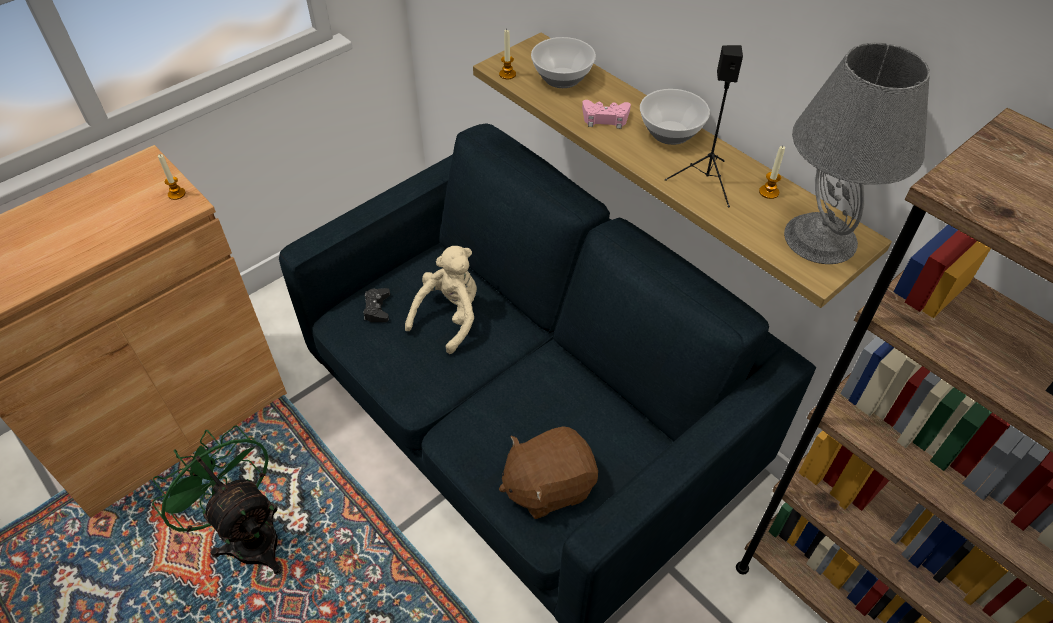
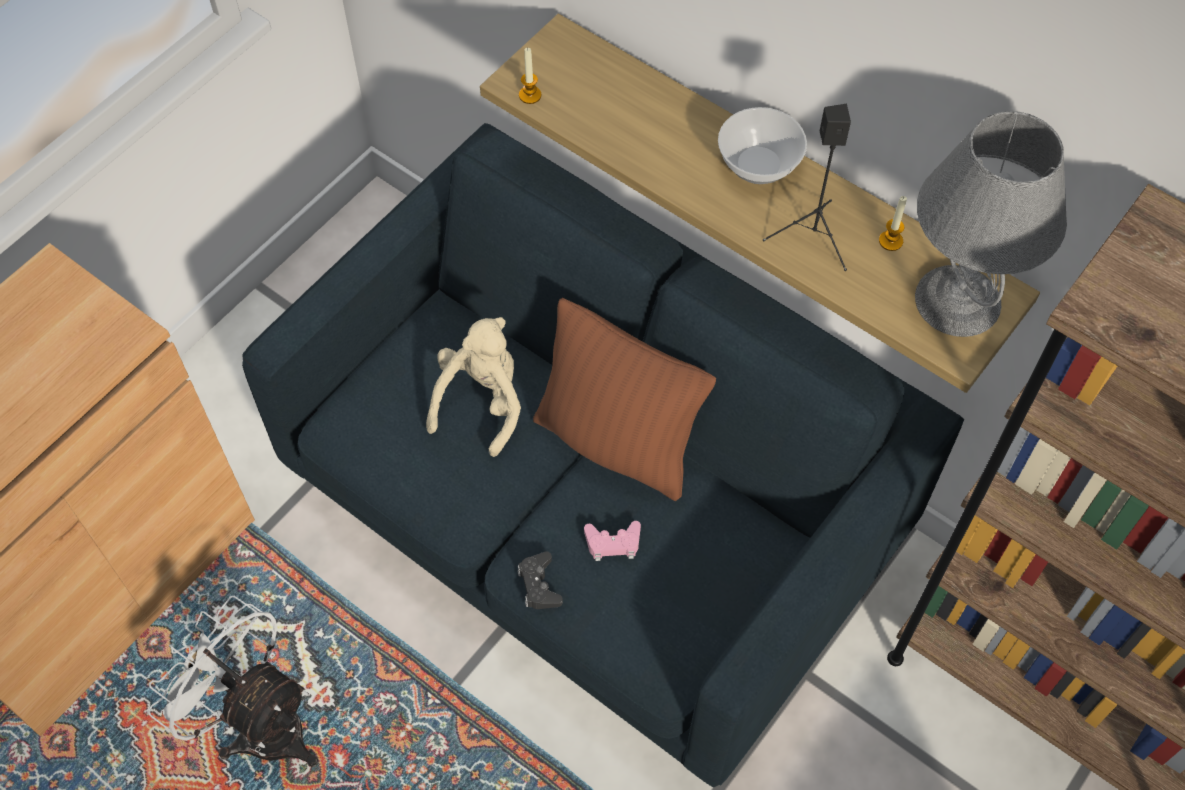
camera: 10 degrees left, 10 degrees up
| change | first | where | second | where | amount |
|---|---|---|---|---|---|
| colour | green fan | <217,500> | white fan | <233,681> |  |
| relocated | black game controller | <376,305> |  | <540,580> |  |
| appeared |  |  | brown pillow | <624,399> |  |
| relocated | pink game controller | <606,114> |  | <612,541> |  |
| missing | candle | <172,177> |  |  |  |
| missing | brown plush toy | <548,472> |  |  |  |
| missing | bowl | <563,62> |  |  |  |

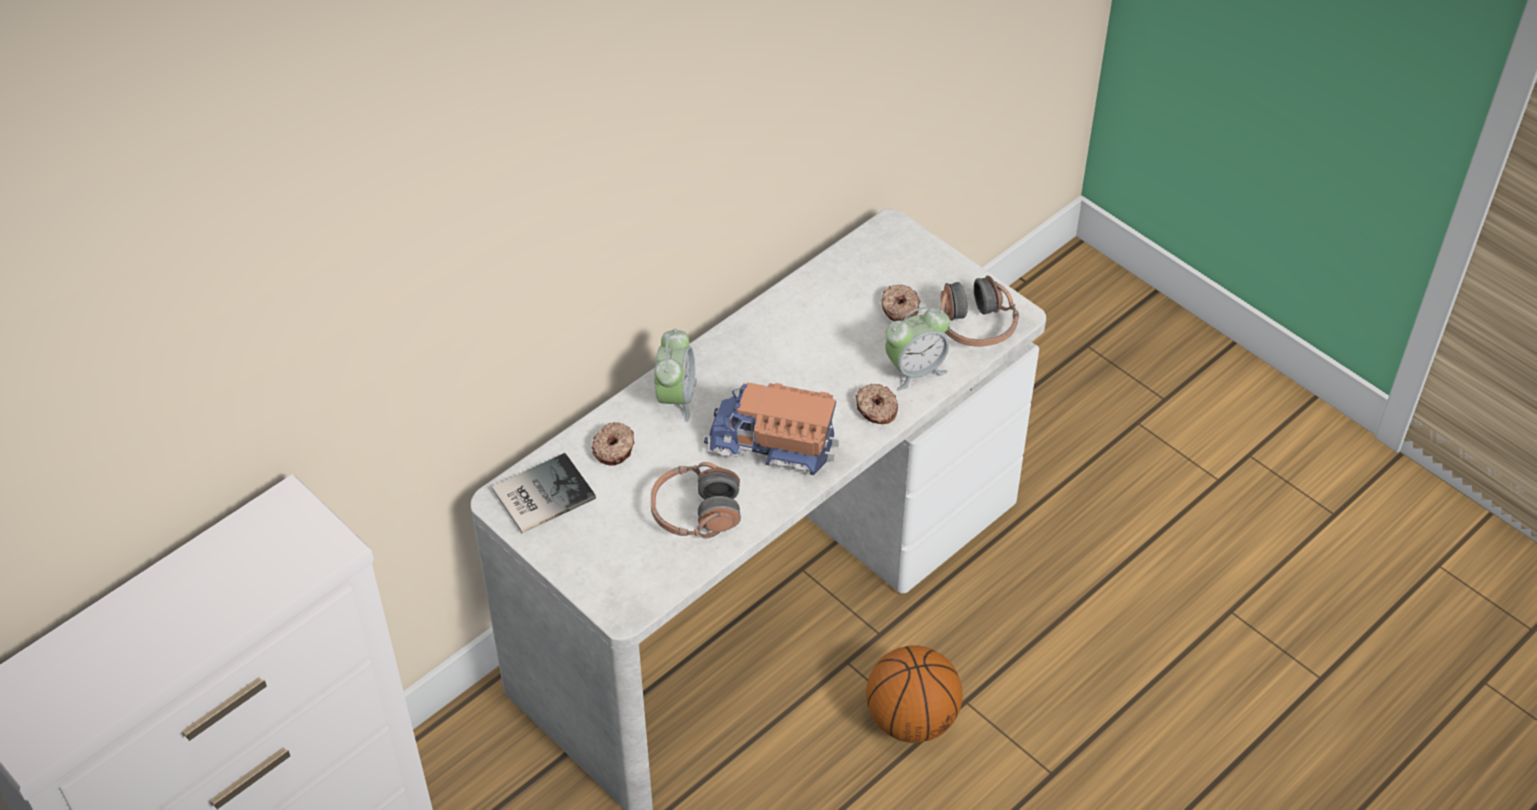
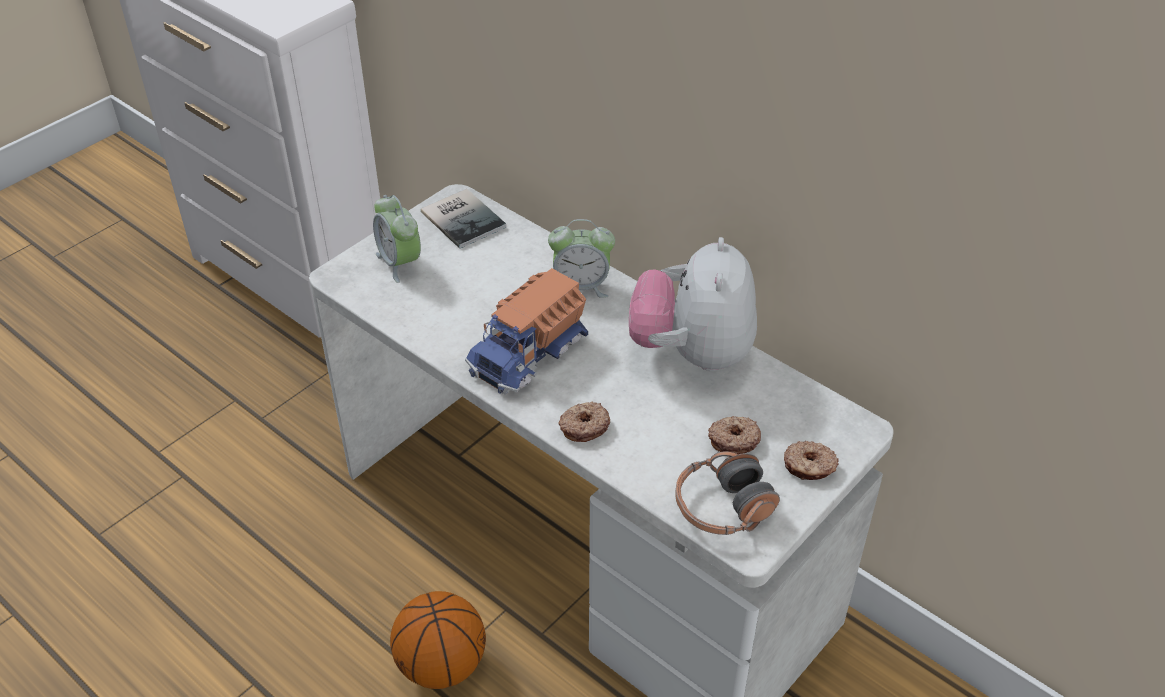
camera: 85 degrees right, 5 degrees down
| change | first | where | second | where | amount |
|---|---|---|---|---|---|
| relocated | alarm clock | <917,349> |  | <397,239> |  |
| spun | toy truck | <771,428> |  | <526,331> | 150 degrees counterclockwise |
| appeared |  |  | plush toy | <693,304> |  |
| relocated | donut | <612,443> |  | <811,460> |  |
| missing | headphones | <696,500> |  |  |  |

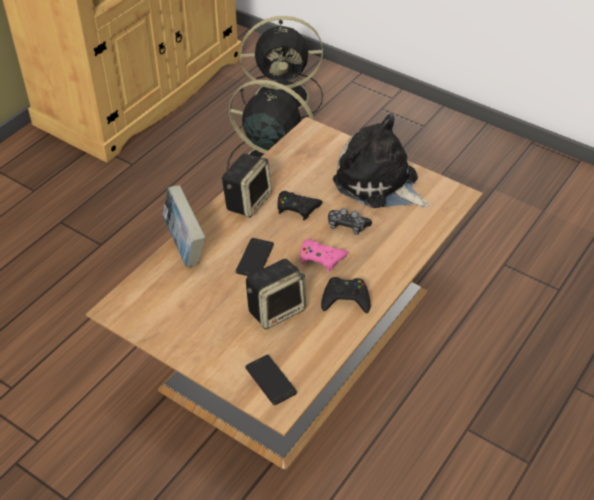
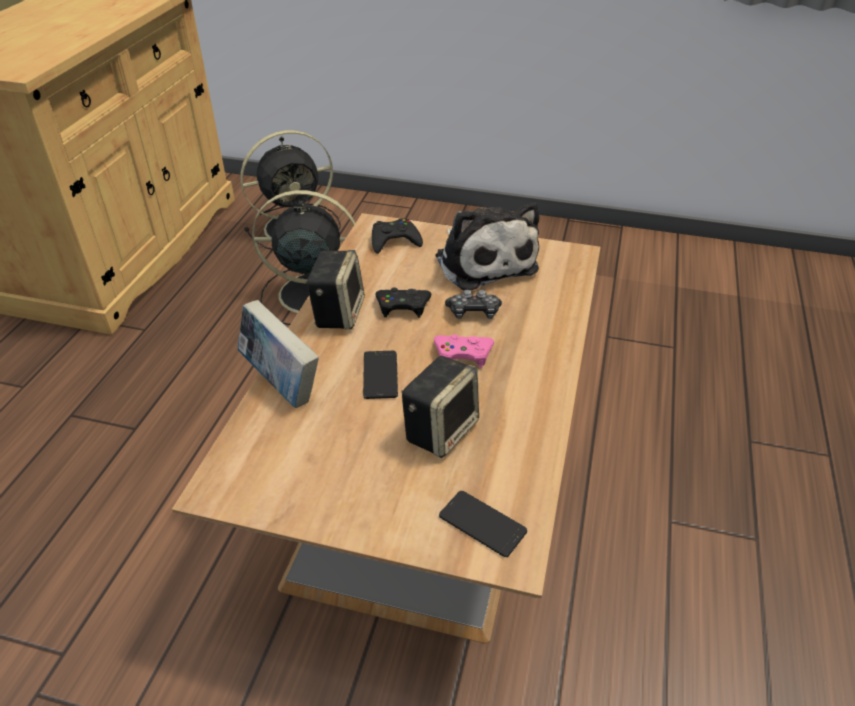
camera: 20 degrees left, 5 degrees down
| change | first | where | second | where | amount |
|---|---|---|---|---|---|
| relocated | black game controller | <346,295> |  | <397,236> |  |
| spun | plush toy | <381,161> |  | <487,246> | 135 degrees counterclockwise |

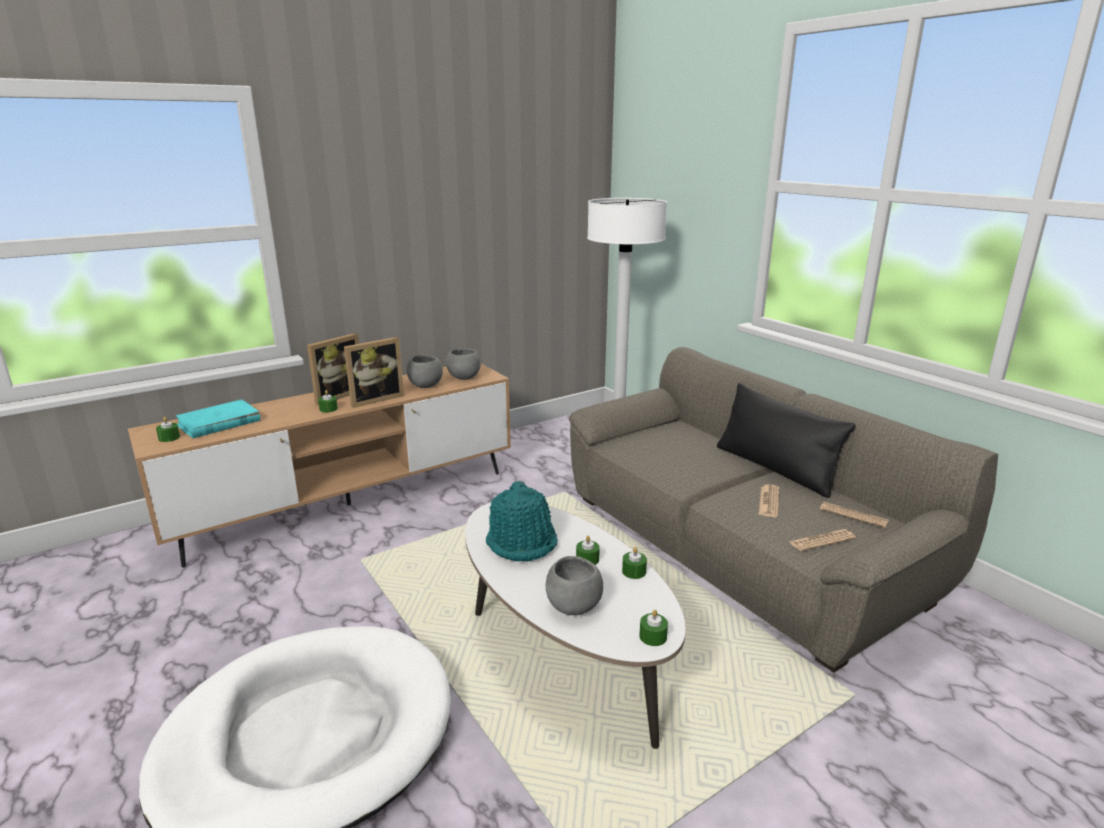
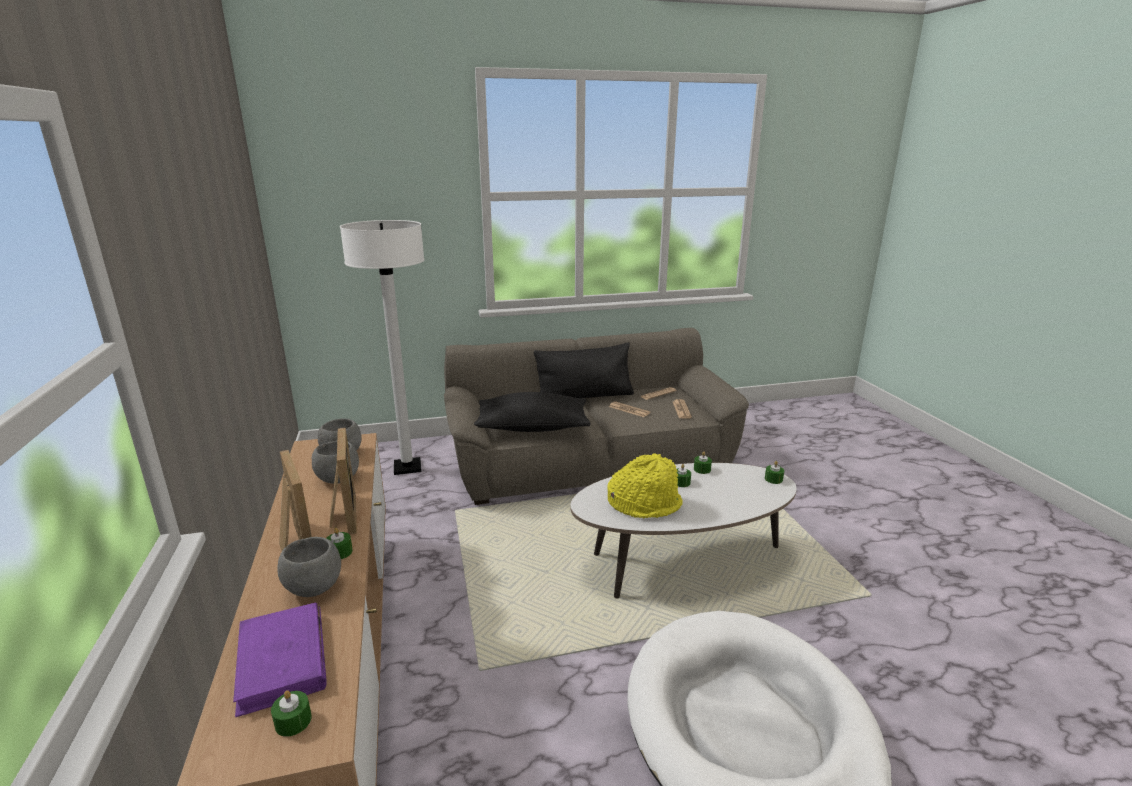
camera: 70 degrees left, 0 degrees up
| change | first | where | second | where | amount |
|---|---|---|---|---|---|
| colour | turquoise book | <218,418> | purple book | <280,659> |  |
| relocated | grey bowl | <574,585> |  | <309,567> |  |
| appeared |  |  | black pillow | <532,412> |  |
| colour | turquoise hat | <522,521> | yellow hat | <645,485> |  |

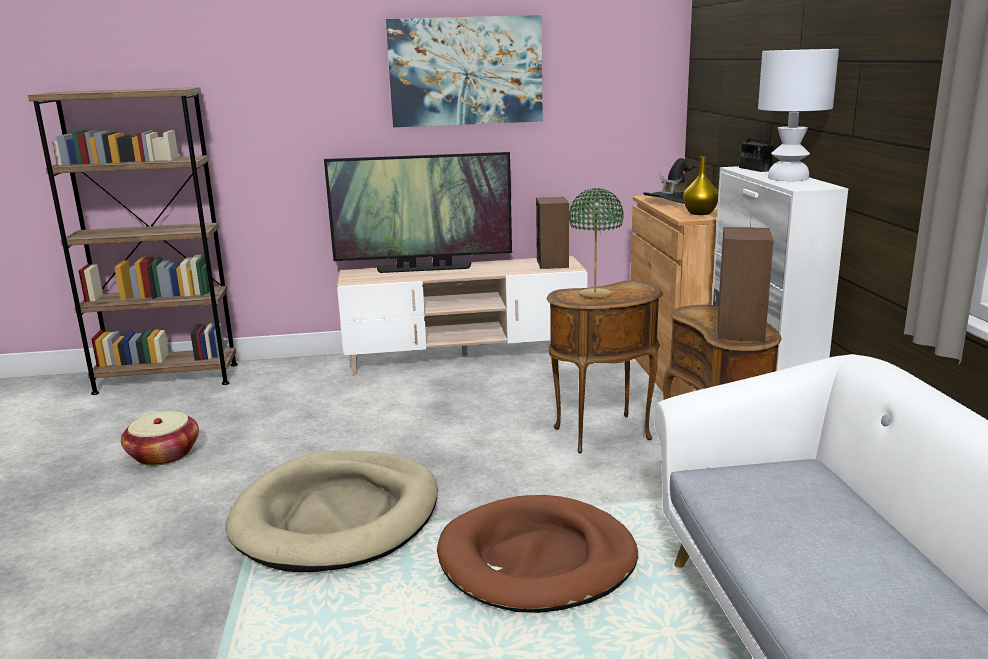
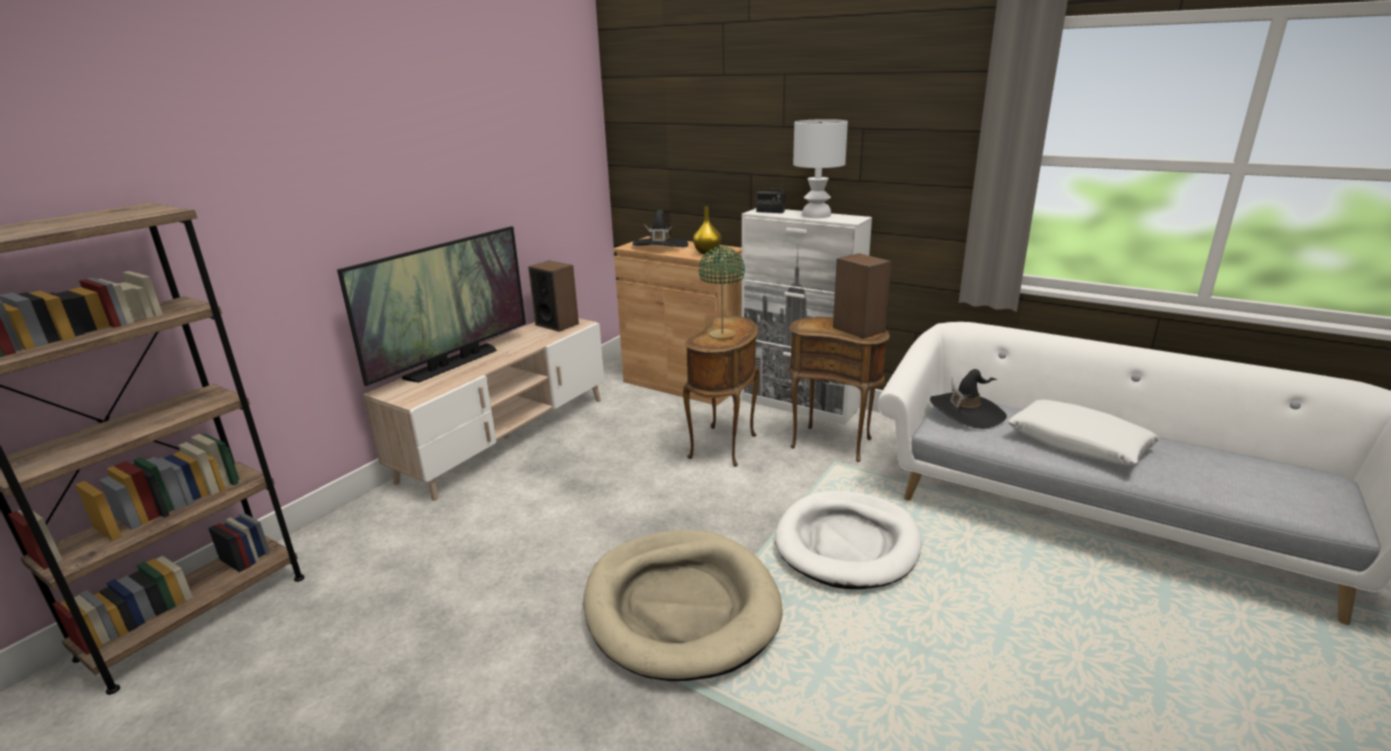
camera: 50 degrees left, 5 degrees up
| change | first | where | second | where | amount |
|---|---|---|---|---|---|
| colour | brown dog bed | <537,554> | white dog bed | <848,540> |  |
| appeared |  |  | black hat | <968,399> |  |
| appeared |  |  | white pillow | <1084,433> |  |
| missing | basket | <160,438> |  |  |  |
| missing | picture | <464,71> |  |  |  |

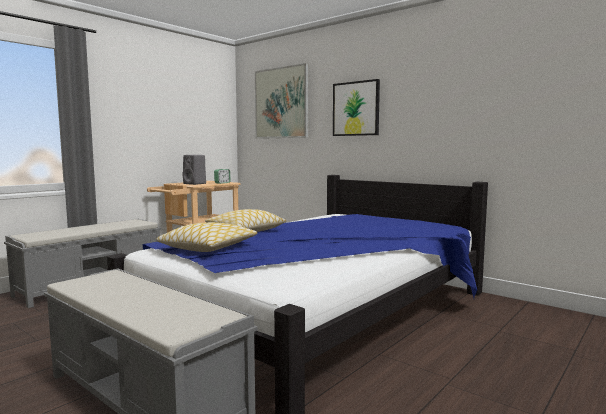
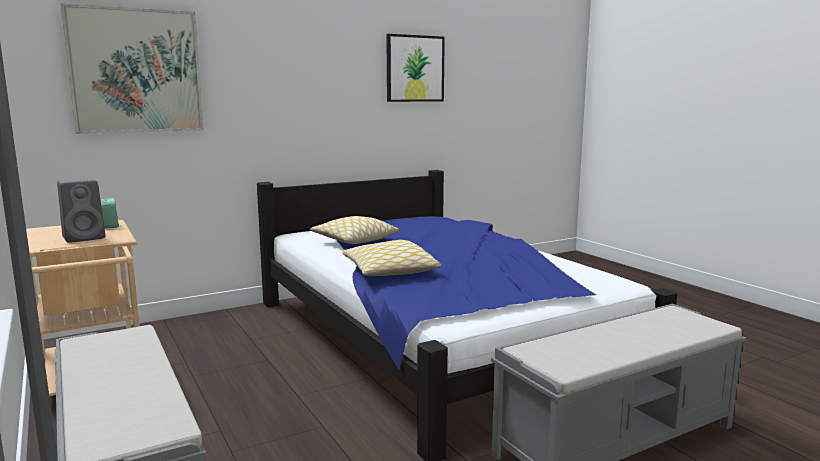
camera: 70 degrees left, 5 degrees up
| change | first | where | second | where | amount |
|---|---|---|---|---|---|
| relocated | pillow | <206,237> |  | <354,230> |  |
| relocated | picture | <356,107> |  | <415,68> |  |

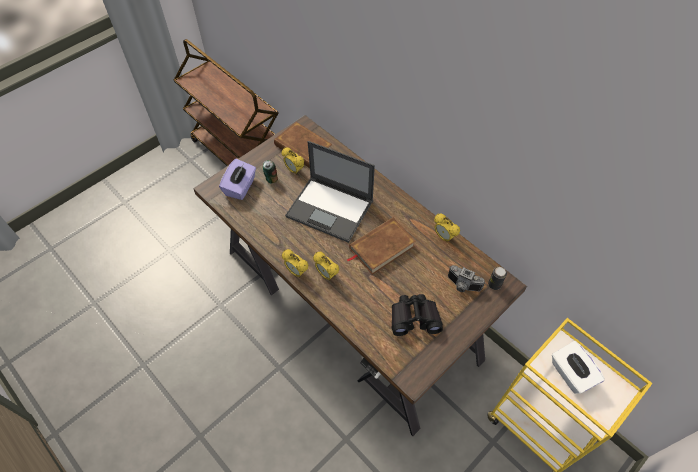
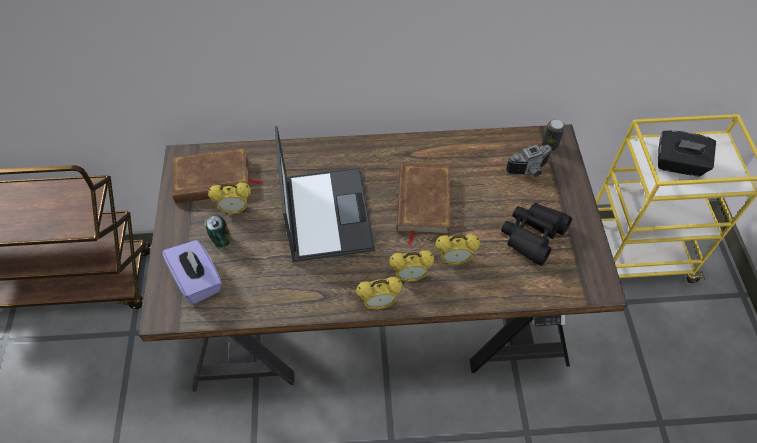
camera: 50 degrees left, 0 degrees up
| change | first | where | second | where | amount |
|---|---|---|---|---|---|
| spun | laptop | <330,192> |  | <325,193> | 75 degrees counterclockwise |
| relocated | alarm clock | <447,227> |  | <458,249> |  |
| colour | white tissue box | <578,367> | black tissue box | <687,153> |  |

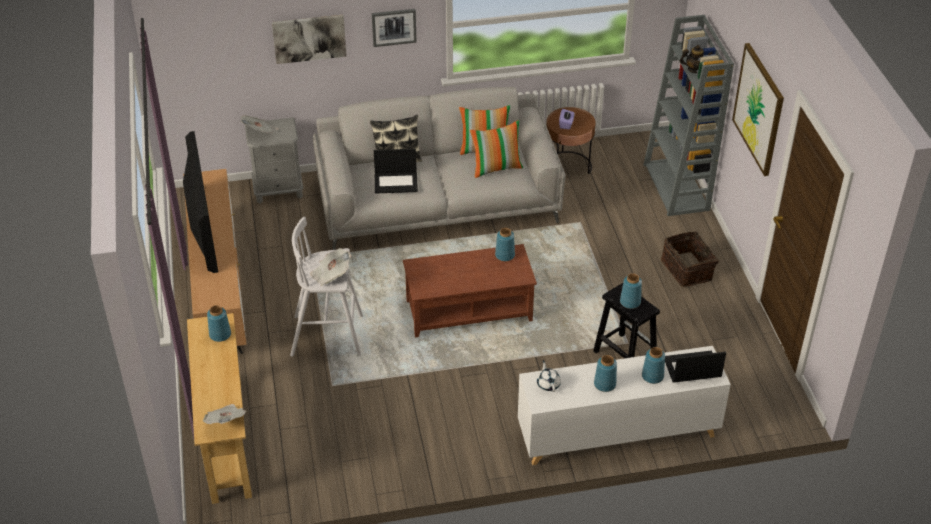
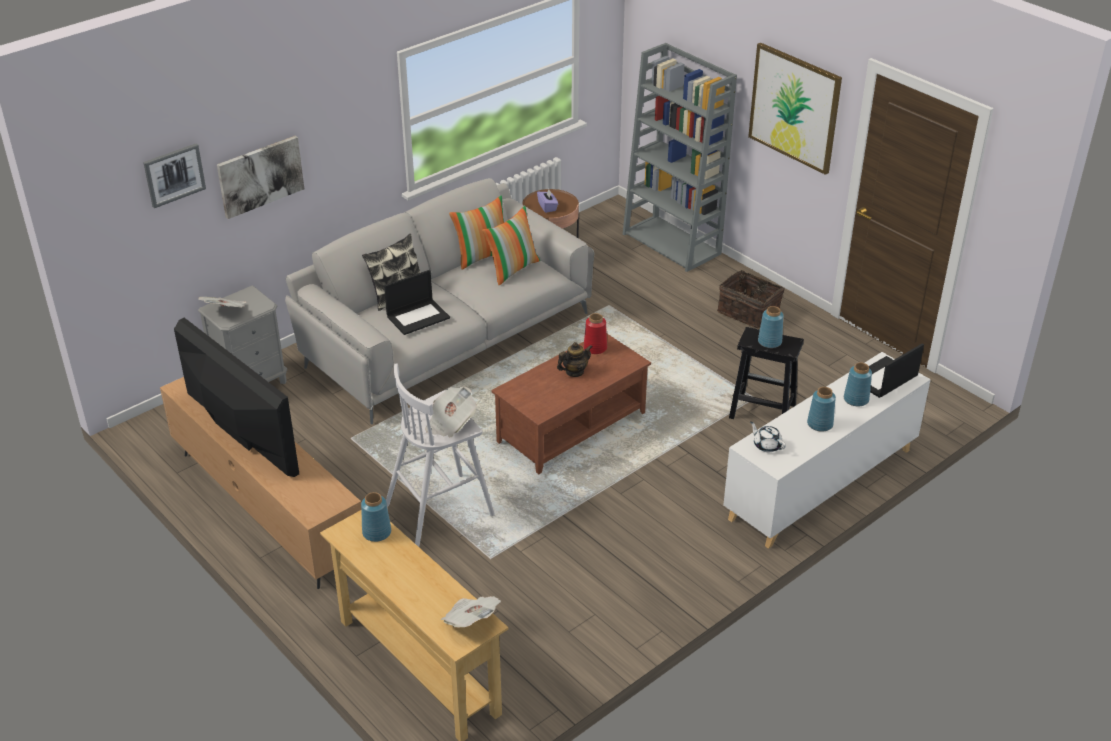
camera: 30 degrees left, 5 degrees down
| change | first | where | second | where | amount |
|---|---|---|---|---|---|
| relocated | picture | <394,28> |  | <174,175> |  |
| relocated | teapot | <696,59> |  | <575,359> |  |
| colour | blue vase | <505,244> | red vase | <595,333> |  |

